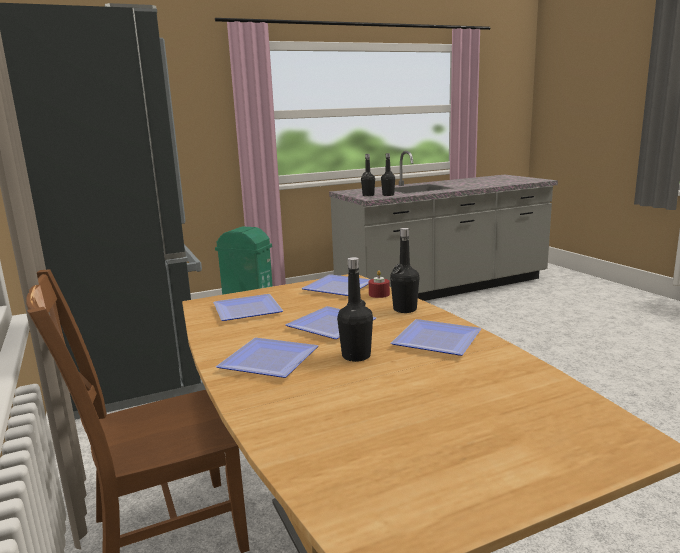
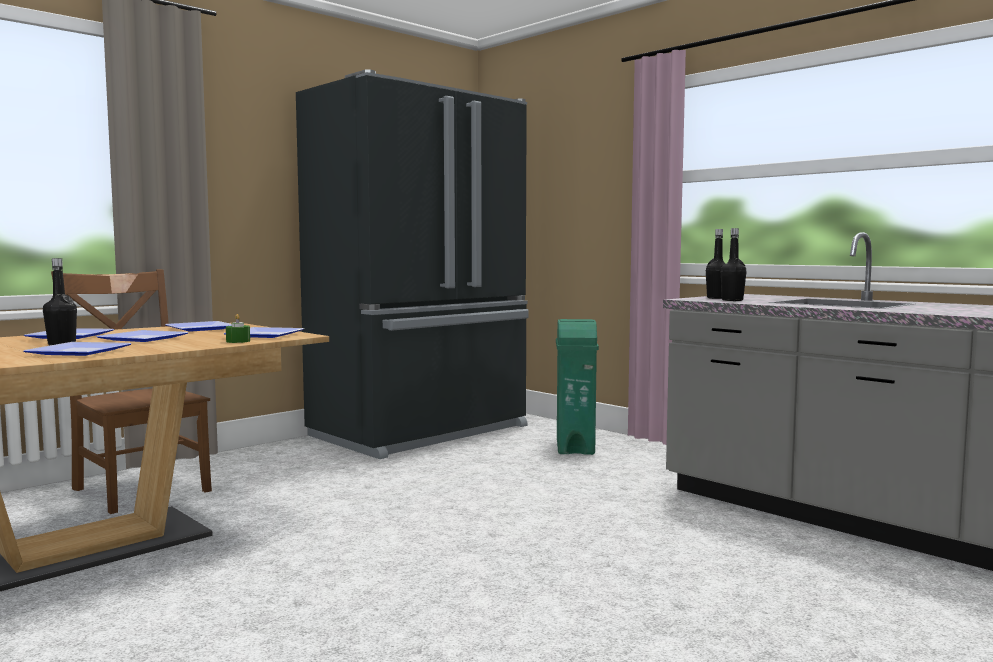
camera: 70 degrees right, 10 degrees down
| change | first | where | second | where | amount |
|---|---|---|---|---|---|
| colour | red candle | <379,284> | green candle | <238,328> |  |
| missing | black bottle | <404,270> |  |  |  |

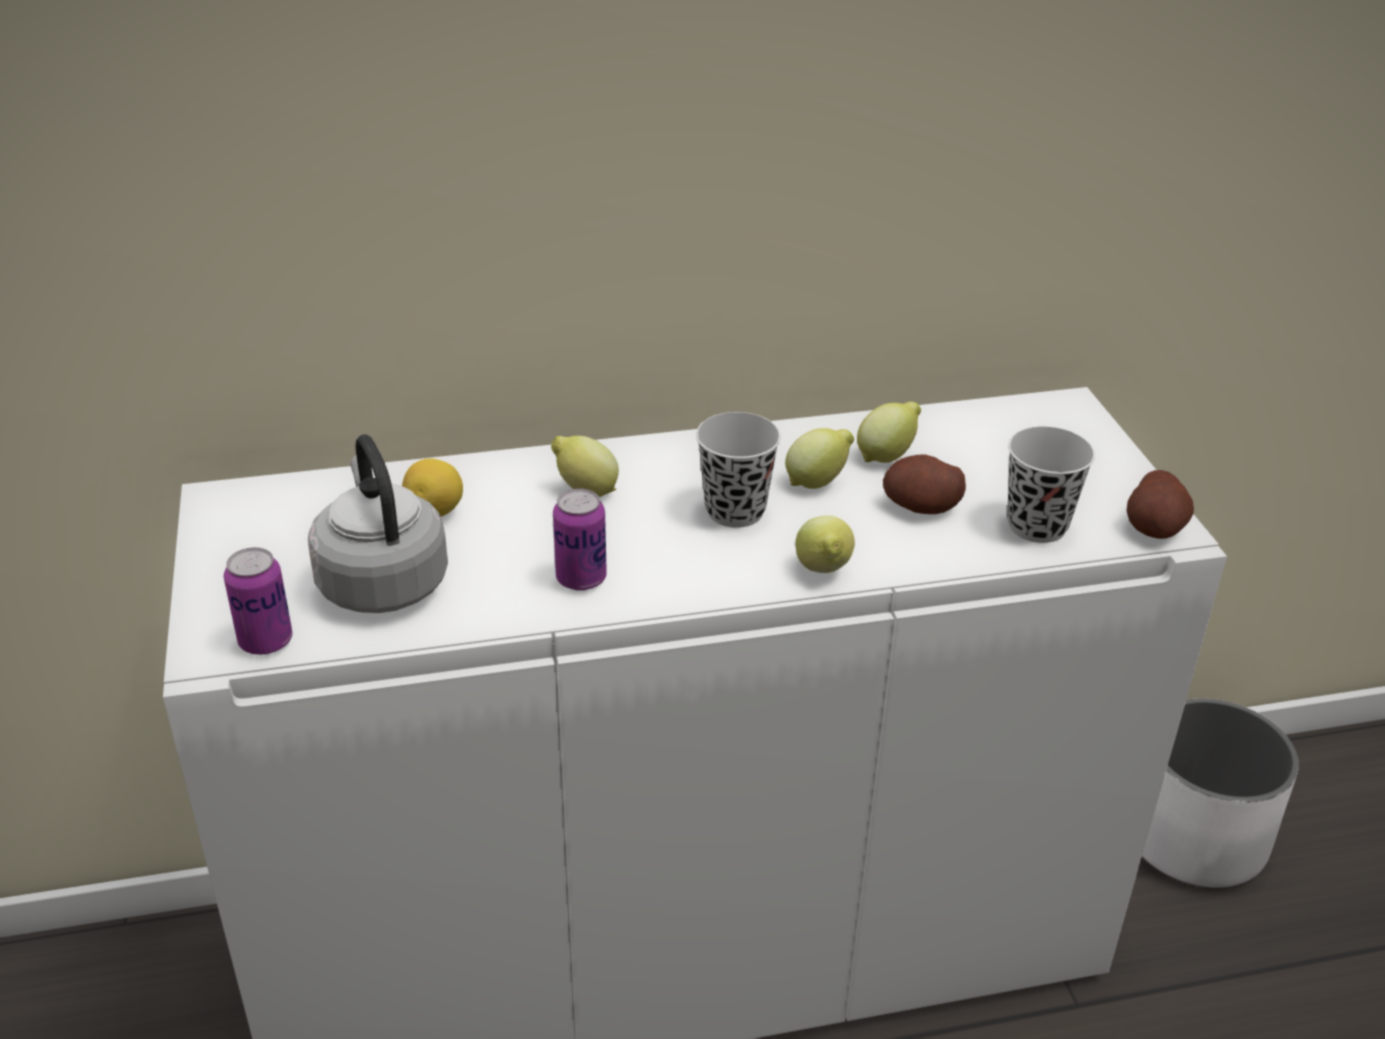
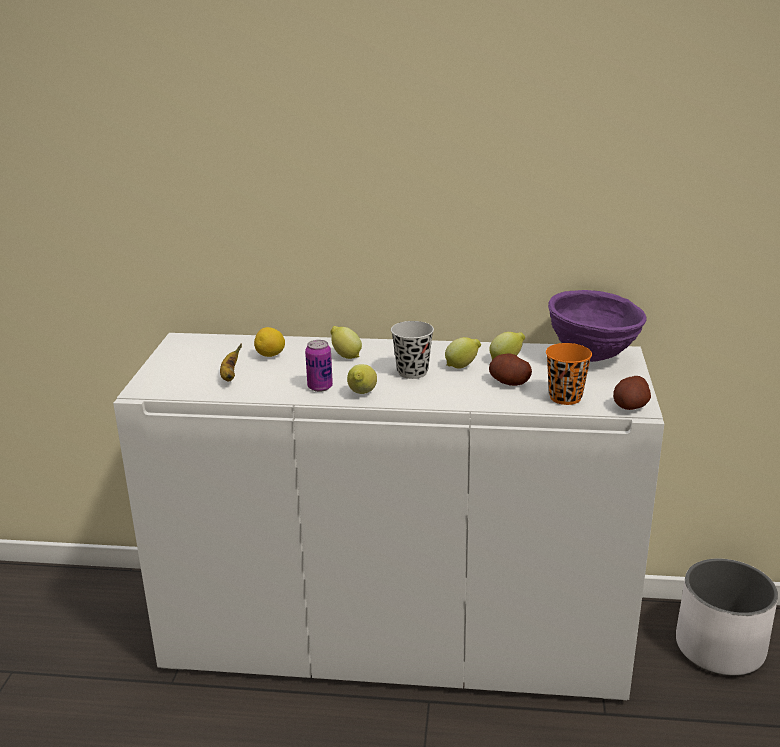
camera: 20 degrees right, 10 degrees down
| change | first | where | second | where | amount |
|---|---|---|---|---|---|
| exchanged | grey kettle | <378,523> | banana | <231,362> |  |
| relocated | lemon | <825,544> |  | <362,379> |  |
| colour | black cup | <1051,484> | orange cup | <569,374> |  |
| appeared |  |  | purple bowl | <597,326> |  |
| missing | can | <258,601> |  |  |  |

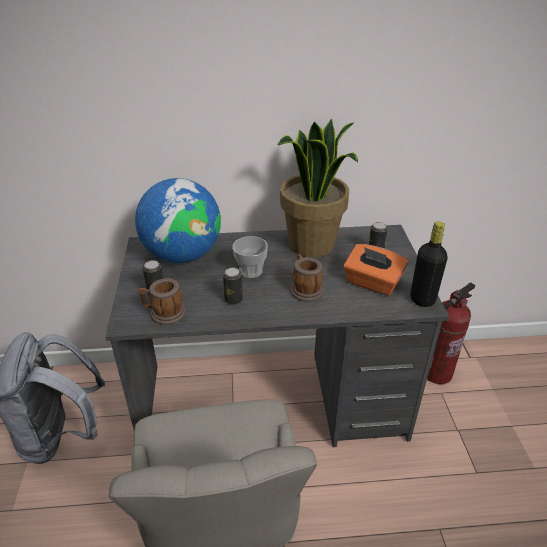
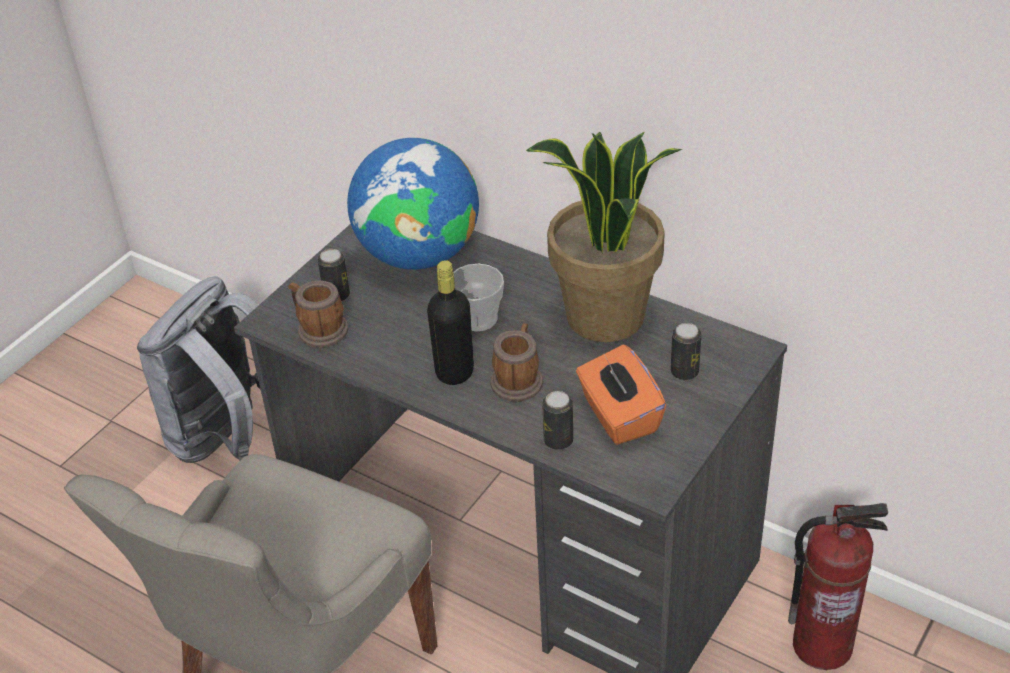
camera: 40 degrees right, 5 degrees up
| change | first | where | second | where | amount |
|---|---|---|---|---|---|
| relocated | black bottle | <429,264> |  | <450,322> |  |
| relocated | can | <233,286> |  | <557,420> |  |

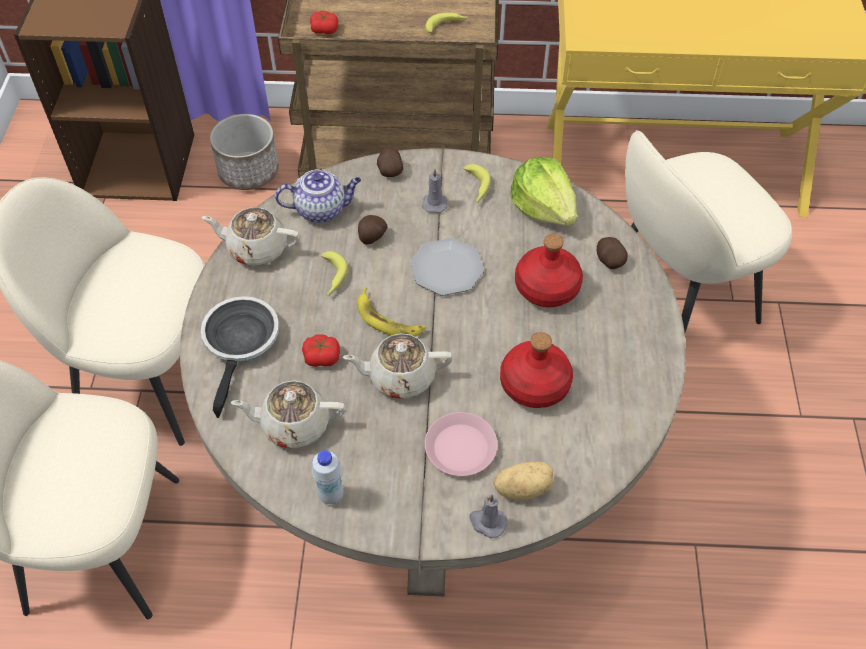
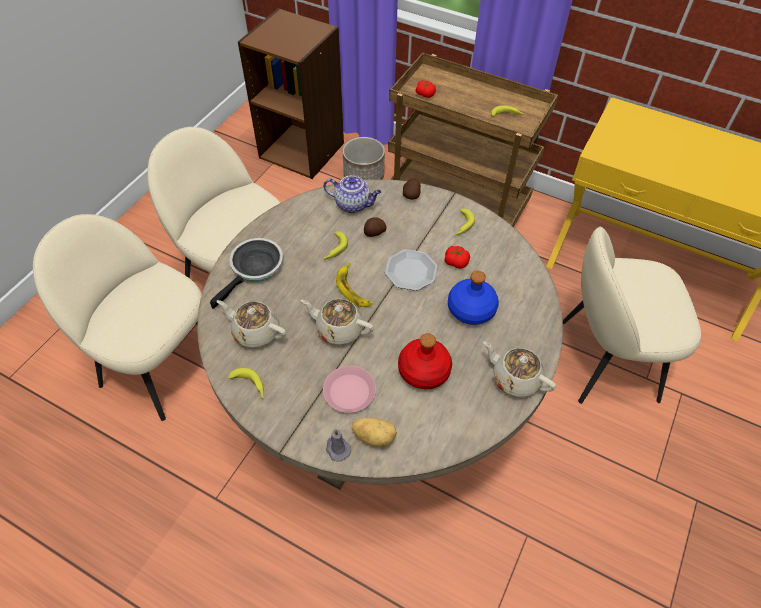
camera: 25 degrees right, 0 degrees up
| change | first | where | second | where | amount |
|---|---|---|---|---|---|
| exchanged | white bottle | <327,477> | banana | <246,383> |  |
| relocated | tomato | <321,350> |  | <457,257> |  |
| colour | red bottle | <549,270> | blue bottle | <473,298> |  |
| relocated | beige teapot | <251,236> |  | <519,369> |  |
| missing | grey candle | <434,191> |  |  |  |
| missing | lettuce | <544,191> |  |  |  |
| missing | potato | <612,253> |  |  |  |

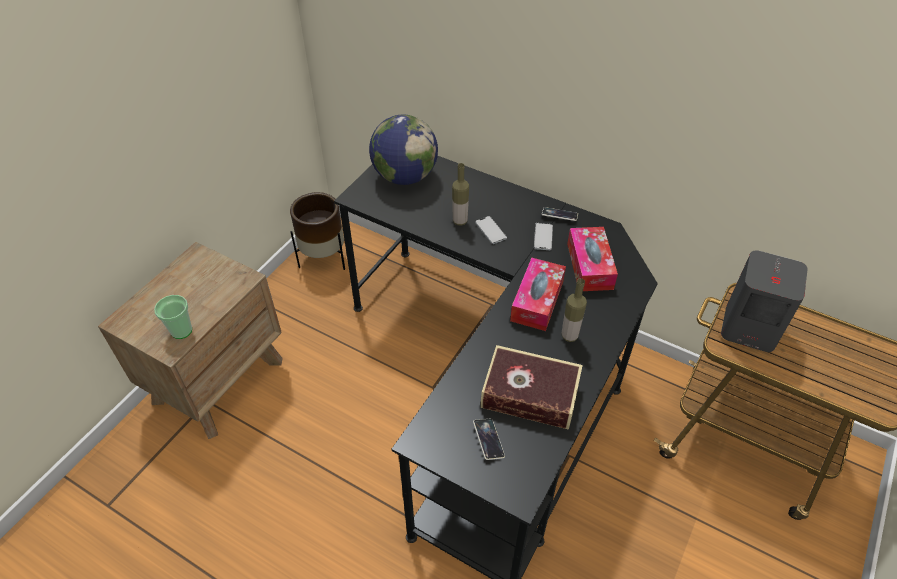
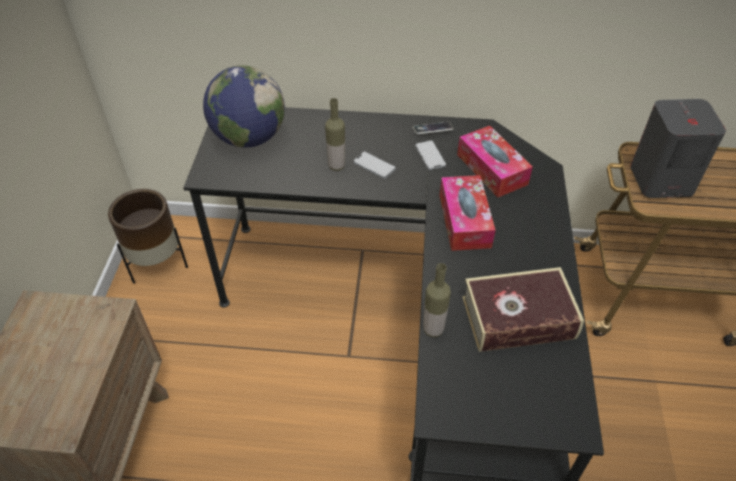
camera: 25 degrees left, 0 degrees up
| change | first | where | second | where | amount |
|---|---|---|---|---|---|
| relocated | bottle | <574,310> |  | <437,300> |  |
| missing | cup | <173,317> |  |  |  |
| missing | phone | <489,439> |  |  |  |

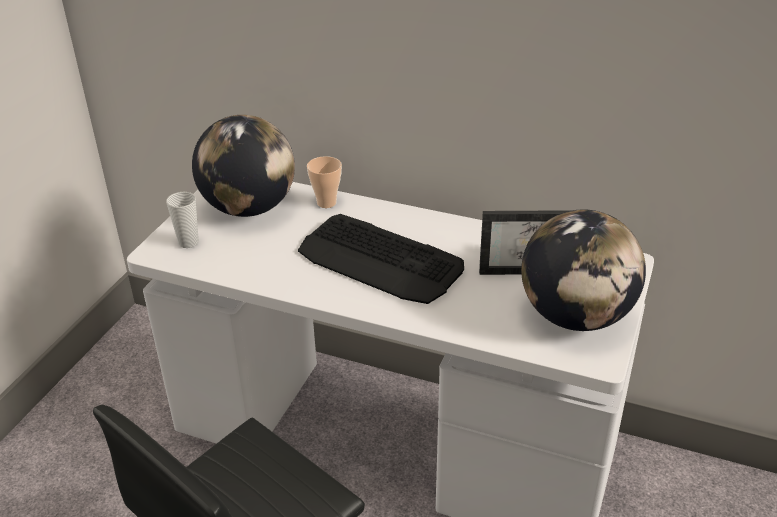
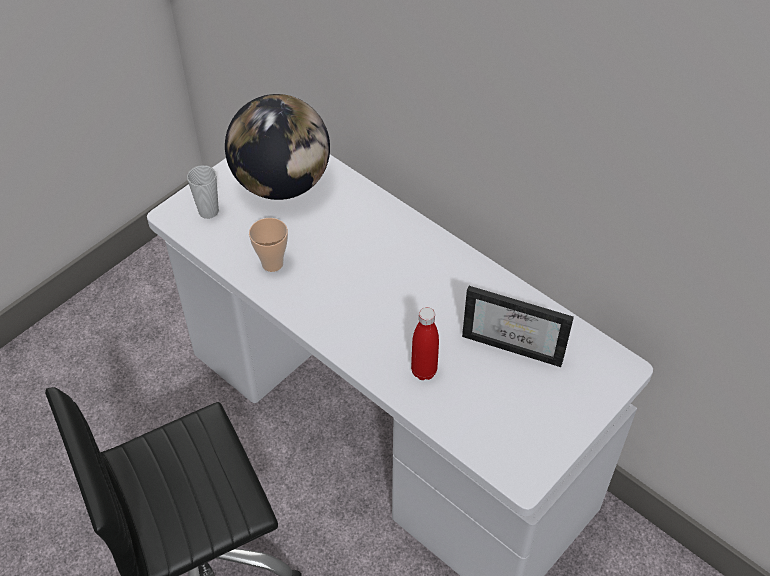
camera: 20 degrees right, 15 degrees up
| change | first | where | second | where | amount |
|---|---|---|---|---|---|
| relocated | cup | <324,182> |  | <268,245> |  |
| appeared |  |  | red bottle | <425,343> |  |
| missing | keyboard | <381,259> |  |  |  |
| missing | globe | <583,270> |  |  |  |

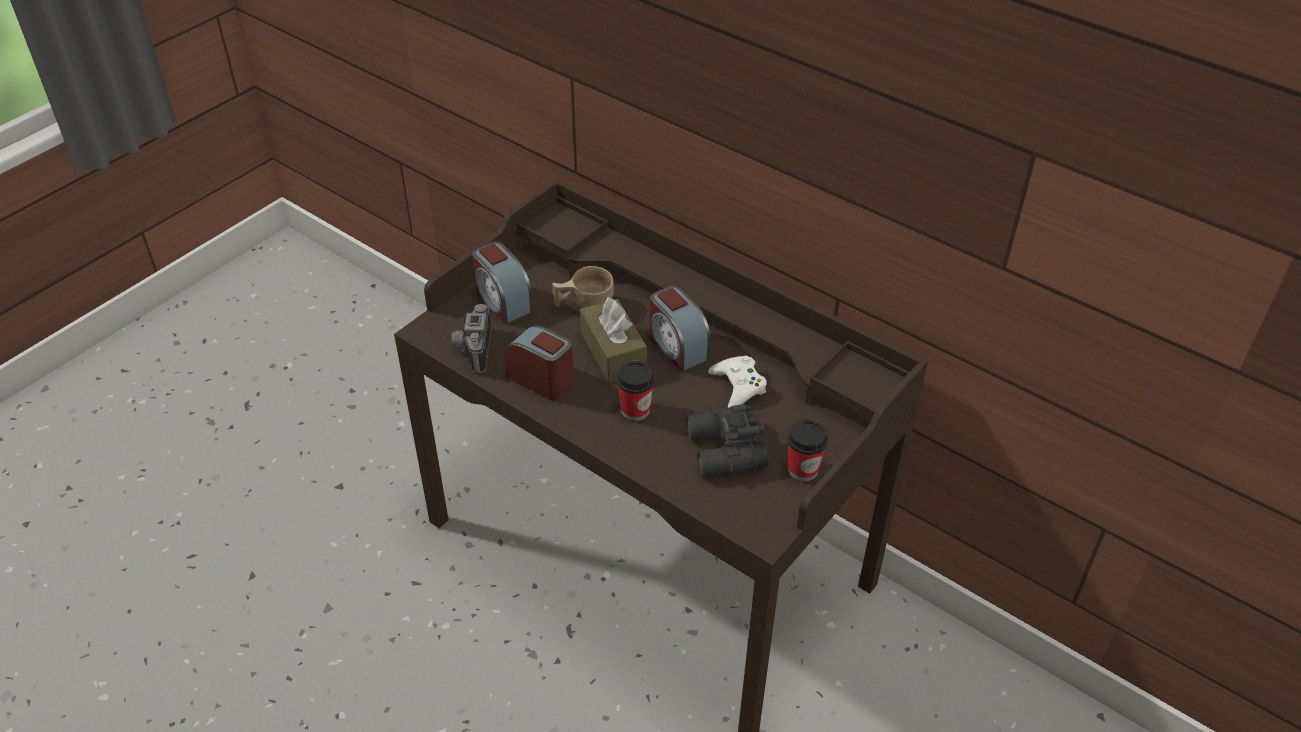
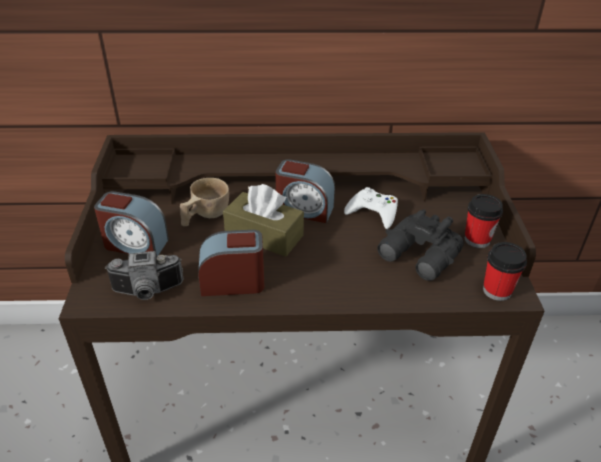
camera: 40 degrees left, 5 degrees down
| change | first | where | second | where | amount |
|---|---|---|---|---|---|
| spun | photo camera | <471,338> |  | <144,275> | 60 degrees counterclockwise |
| relocated | cup | <635,391> |  | <505,271> |  |

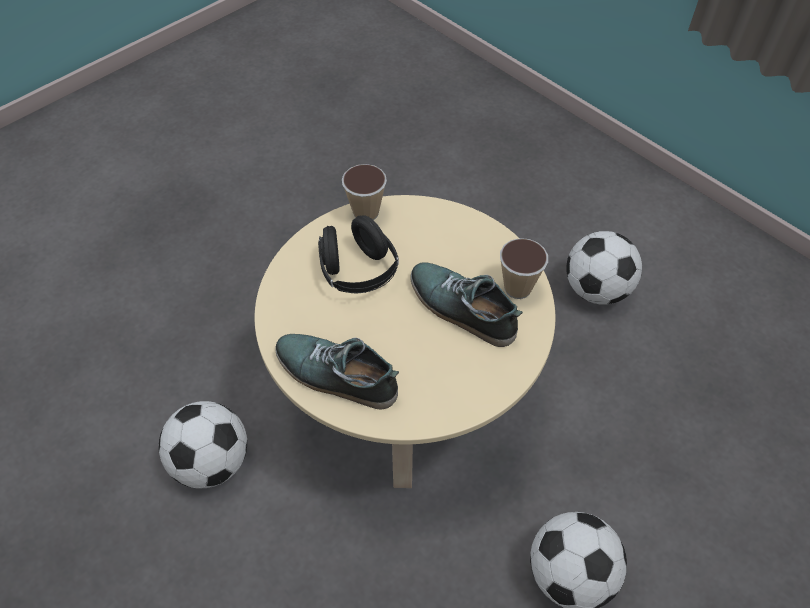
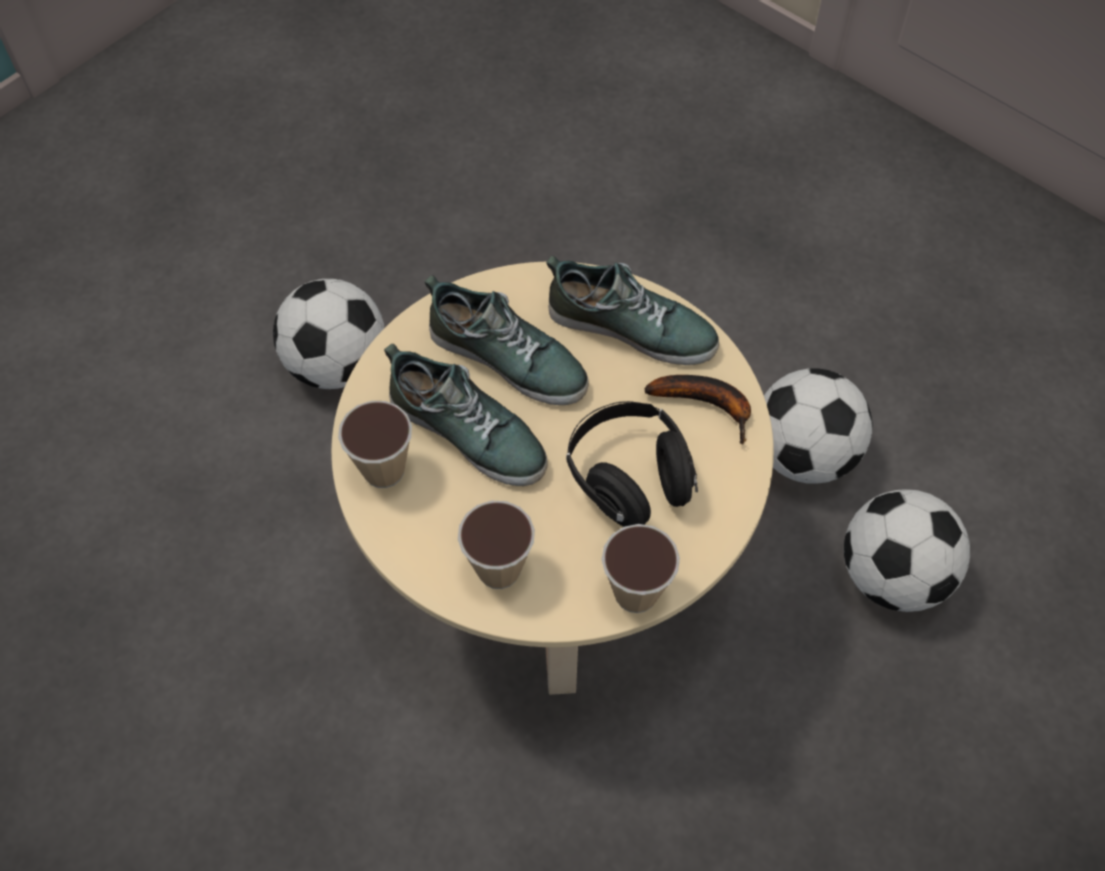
camera: 175 degrees right, 5 degrees up
| change | first | where | second | where | amount |
|---|---|---|---|---|---|
| appeared |  |  | shoe | <507,340> |  |
| appeared |  |  | cup | <496,545> |  |
| appeared |  |  | banana | <697,409> |  |
| relocated | football | <604,268> |  | <907,550> |  |

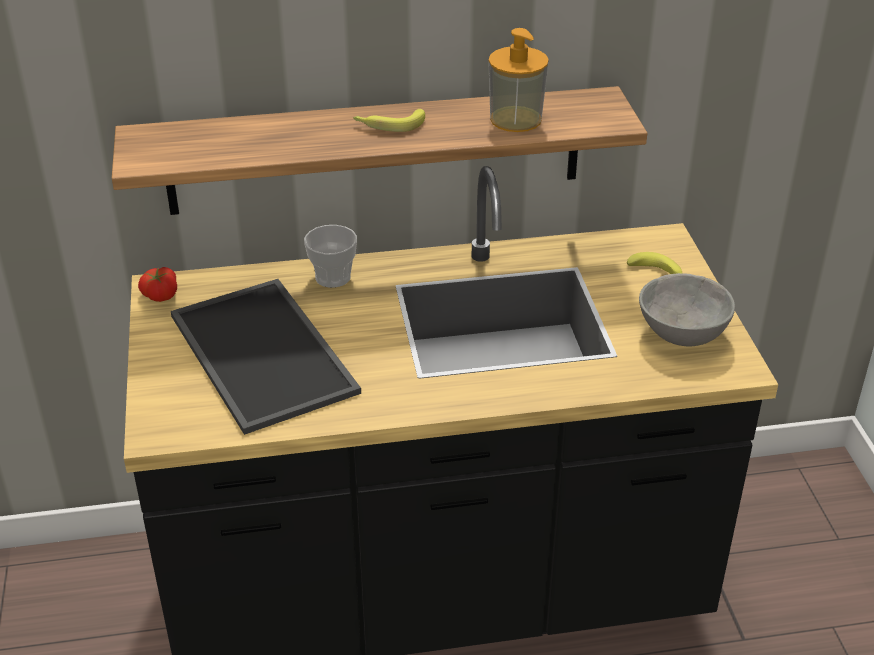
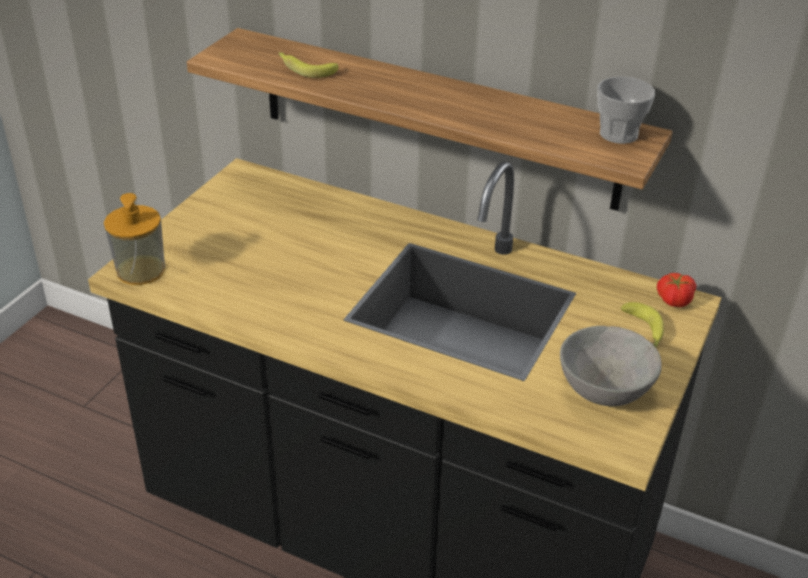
camera: 35 degrees right, 0 degrees up
| change | first | where | second | where | amount |
|---|---|---|---|---|---|
| relocated | soap dispenser | <518,80> |  | <134,239> |  |
| relocated | banana | <389,120> |  | <308,65> |  |
| relocated | cup | <330,256> |  | <626,110> |  |
| relocated | tomato | <157,284> |  | <676,290> |  |
| missing | tray | <266,357> |  |  |  |

